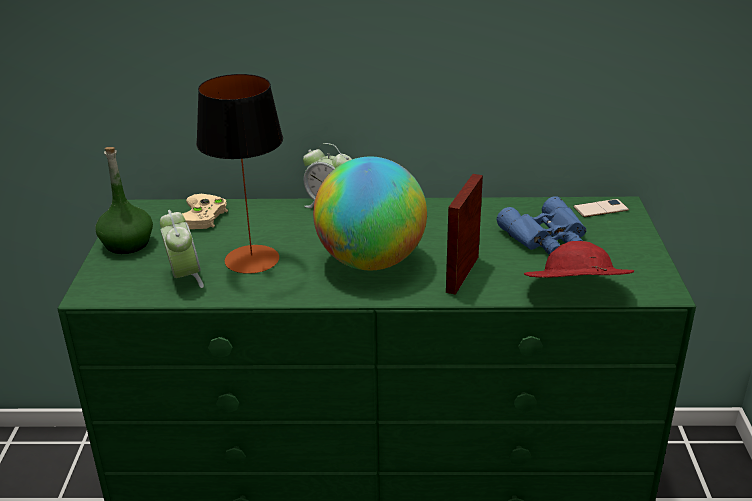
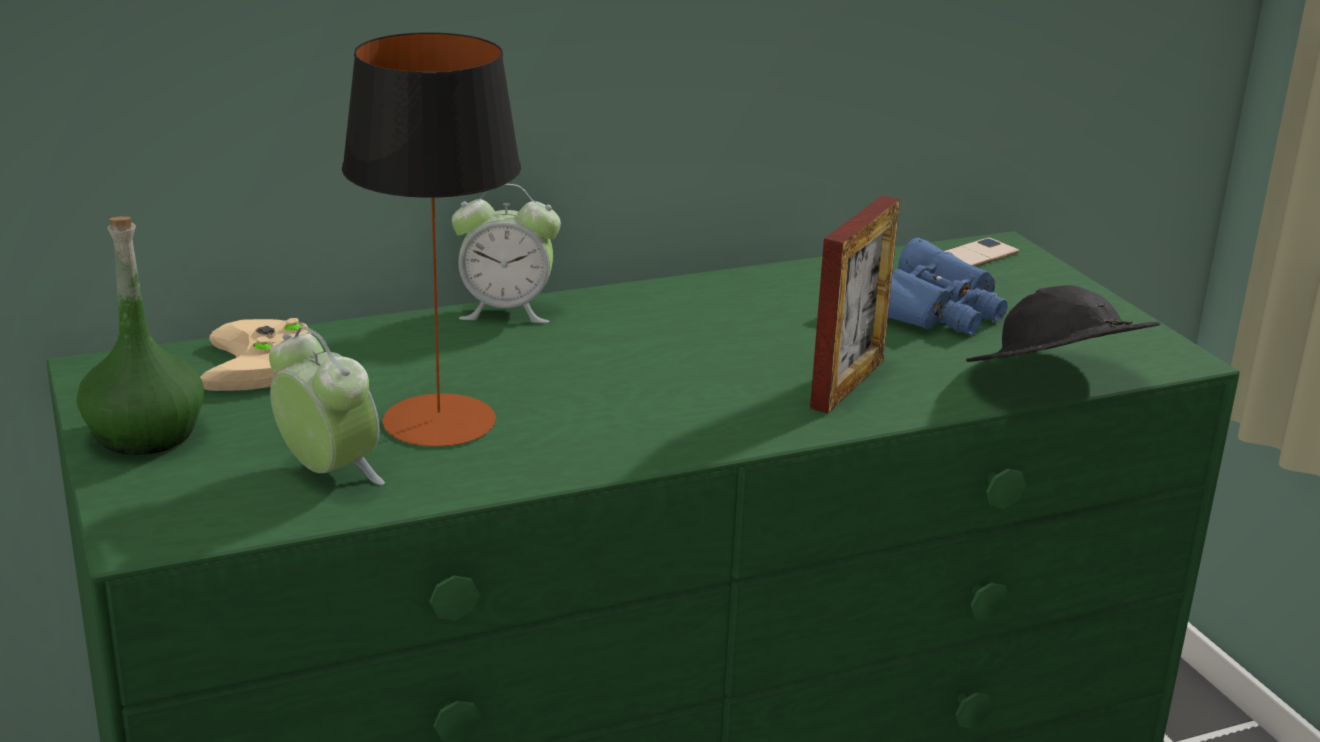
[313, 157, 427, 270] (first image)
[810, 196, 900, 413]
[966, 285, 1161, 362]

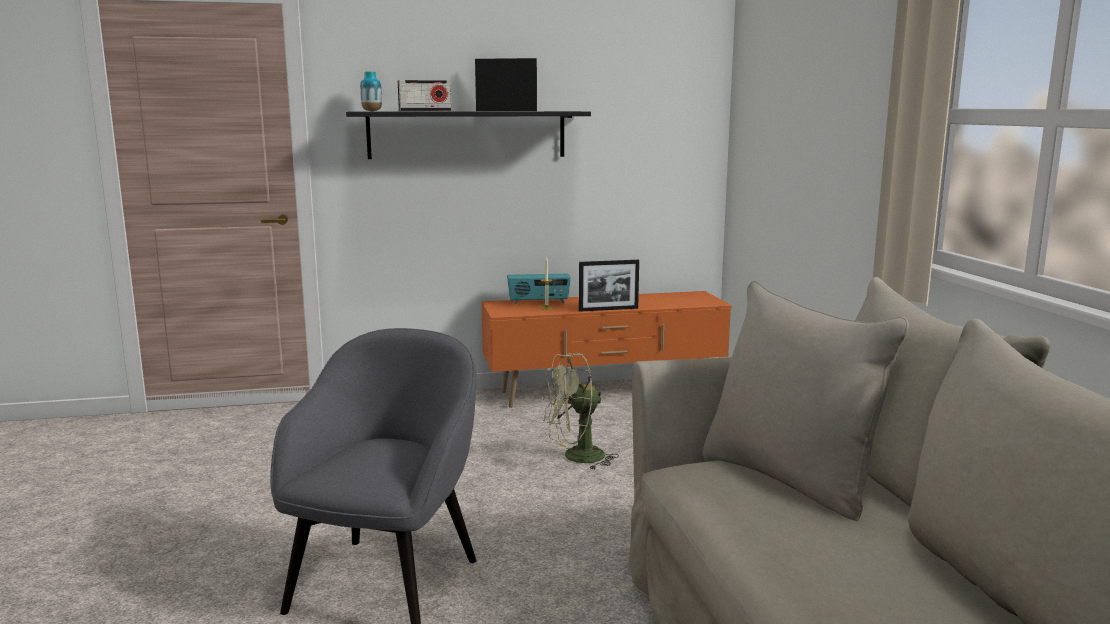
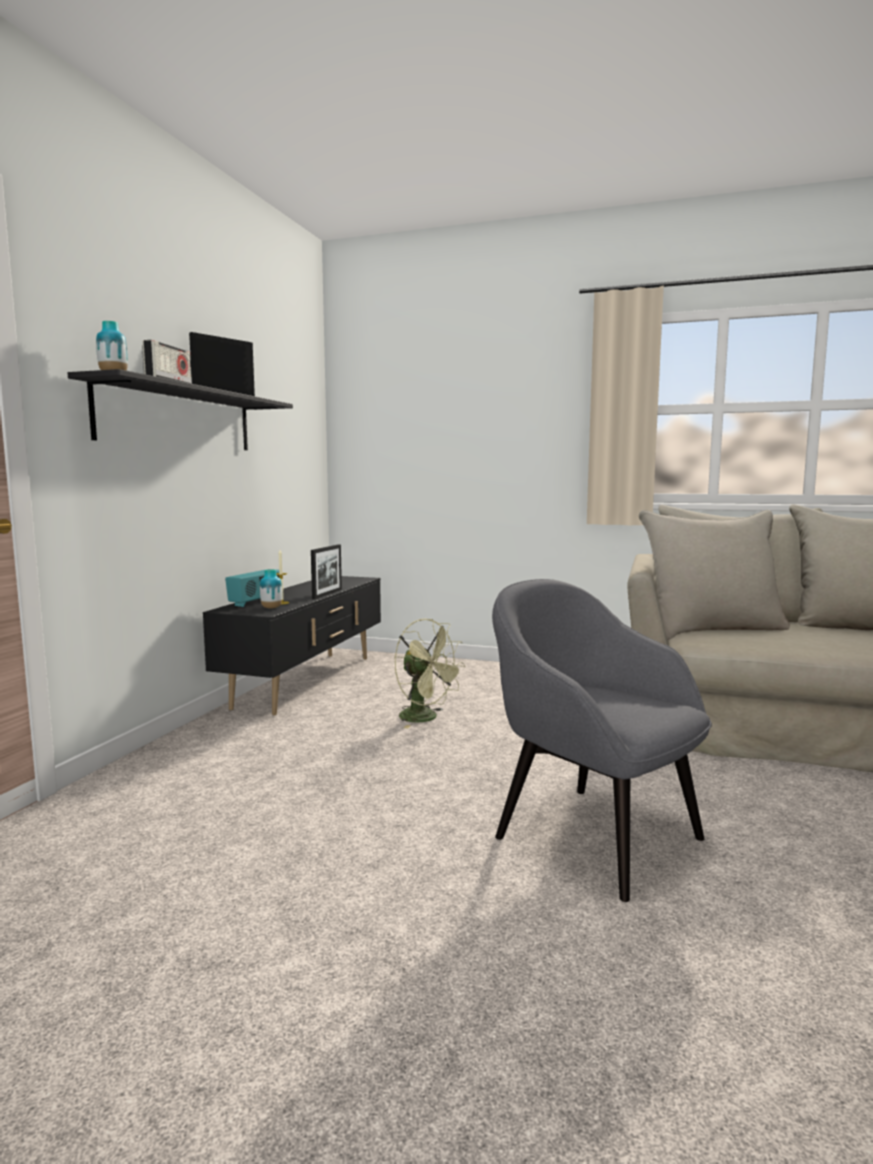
[203, 576, 381, 716]
[395, 619, 465, 728]
[260, 569, 282, 609]

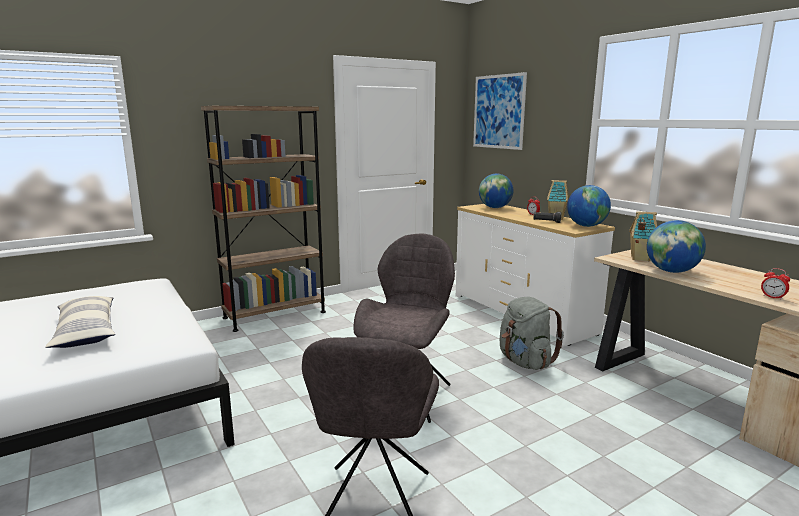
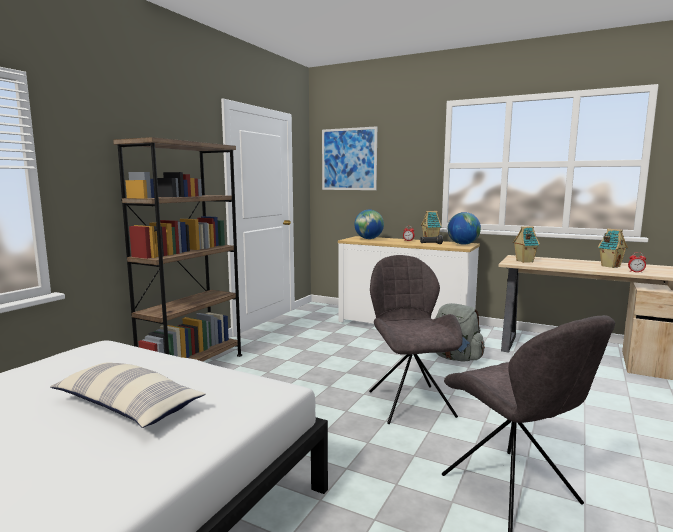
[647, 220, 706, 273] (first image)
[598, 229, 628, 268]

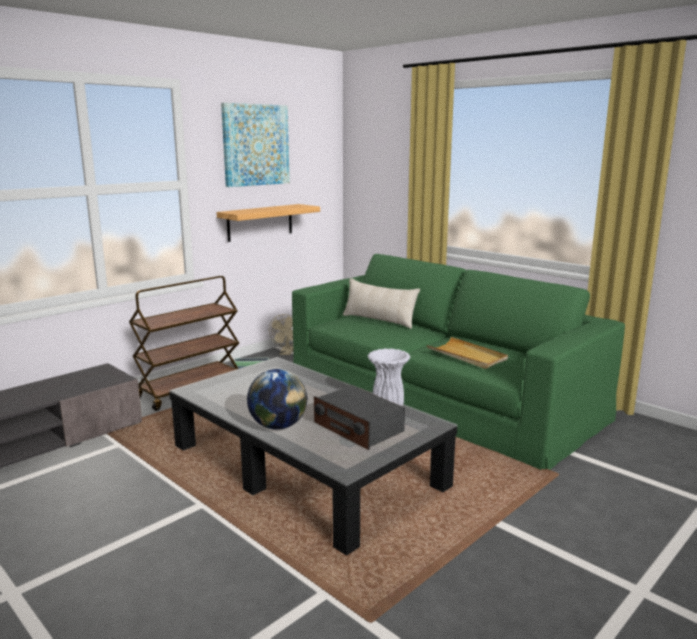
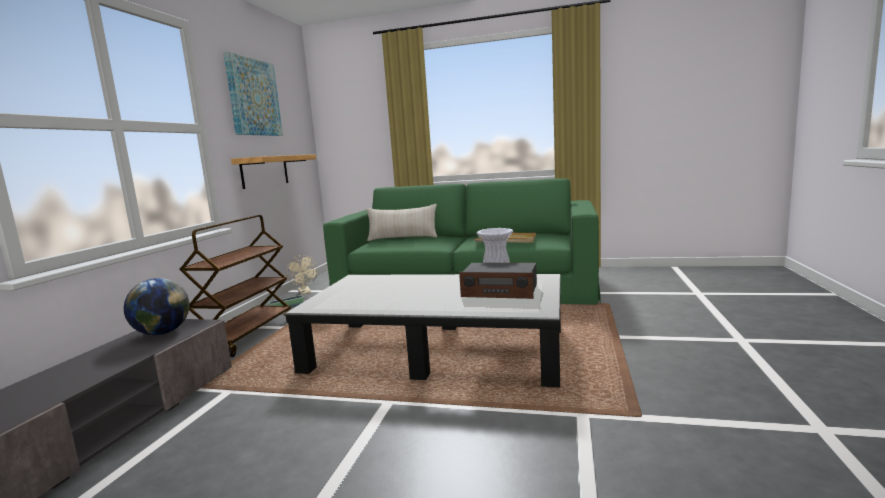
[124, 278, 190, 335]

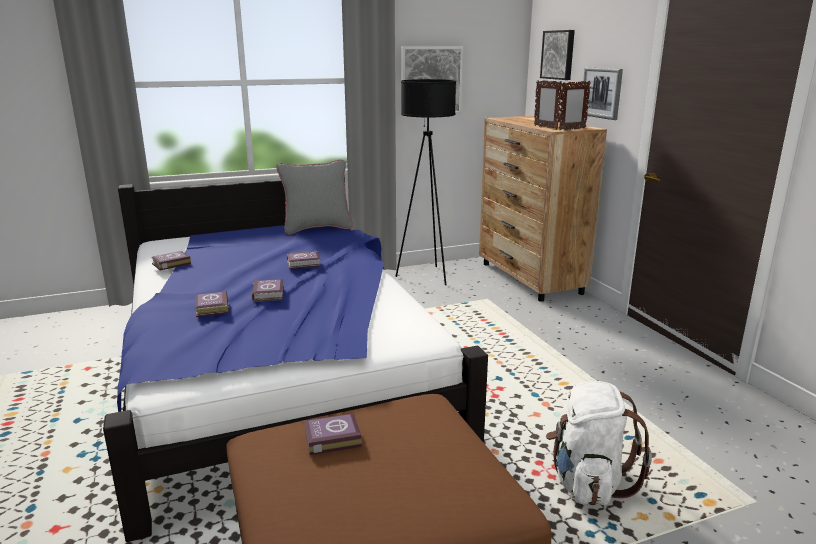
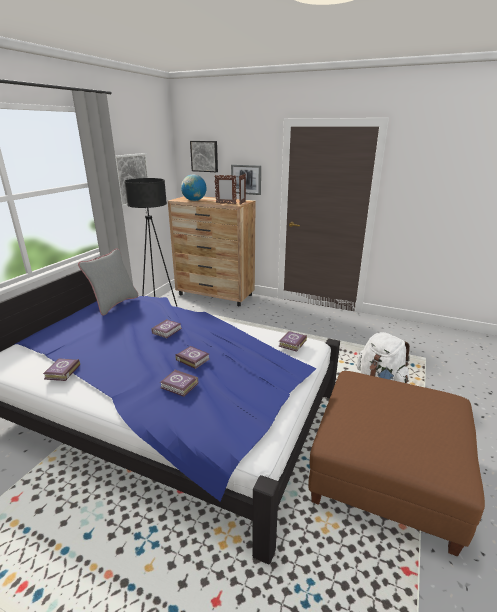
[279, 331, 307, 352]
[181, 174, 207, 201]

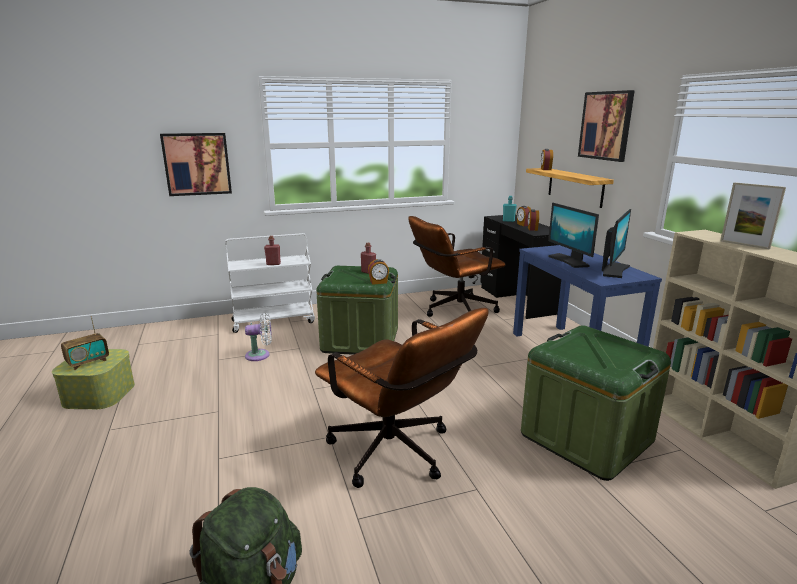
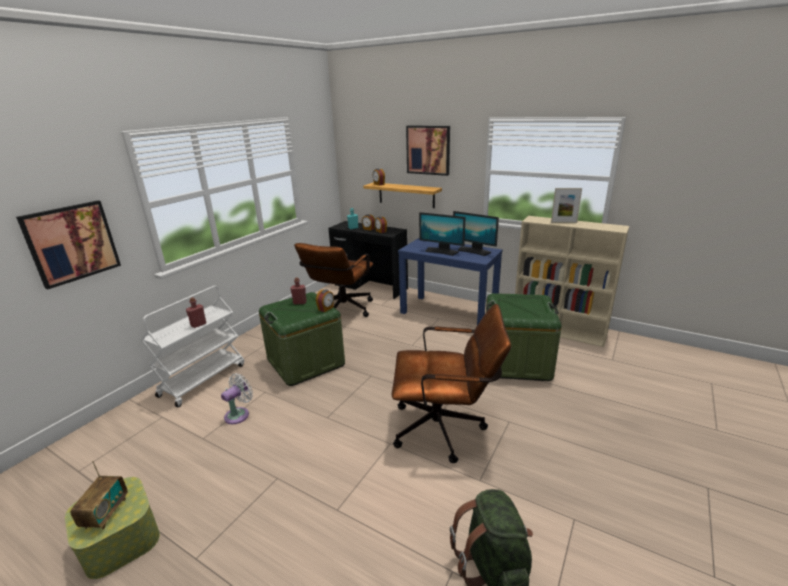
[453, 211, 499, 256]

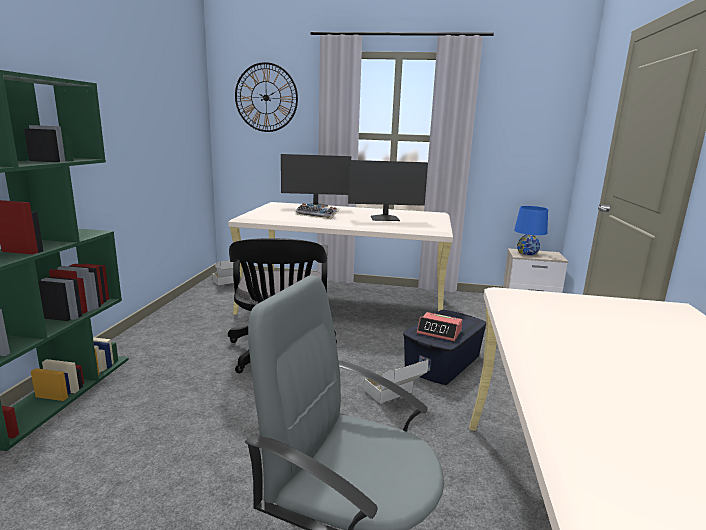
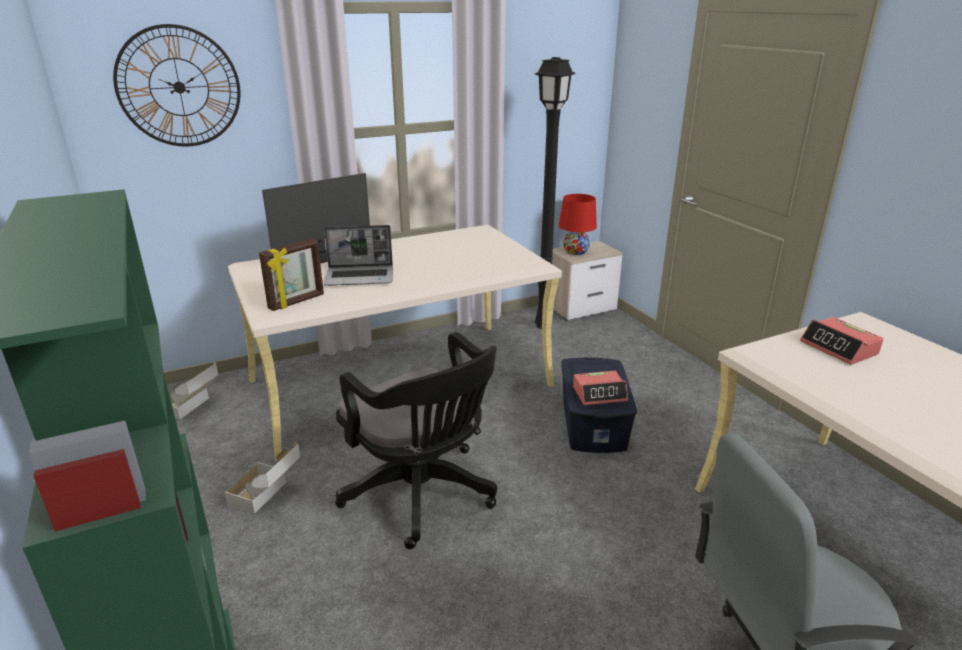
[324, 225, 393, 286]
[348, 160, 428, 221] (first image)
[225, 442, 300, 514]
[559, 194, 597, 255]
[259, 239, 324, 311]
[535, 57, 576, 329]
[800, 317, 883, 365]

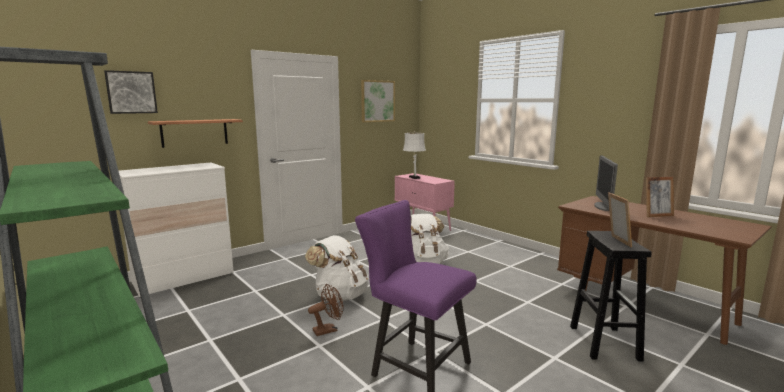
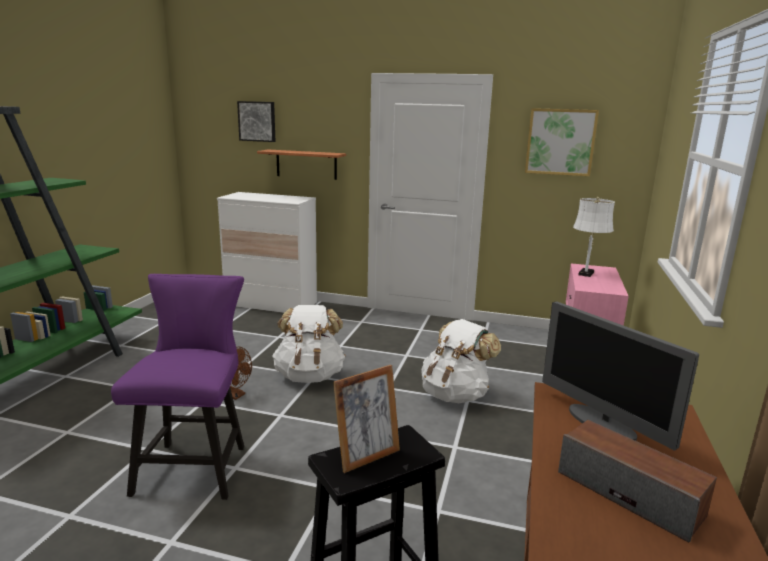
[542, 301, 699, 450]
[558, 420, 717, 542]

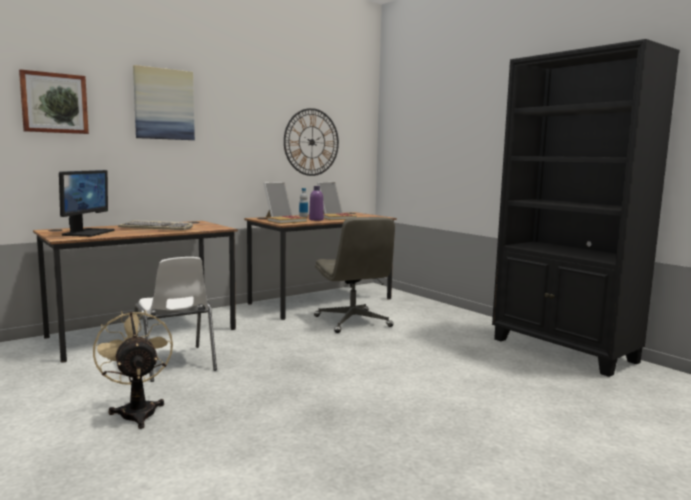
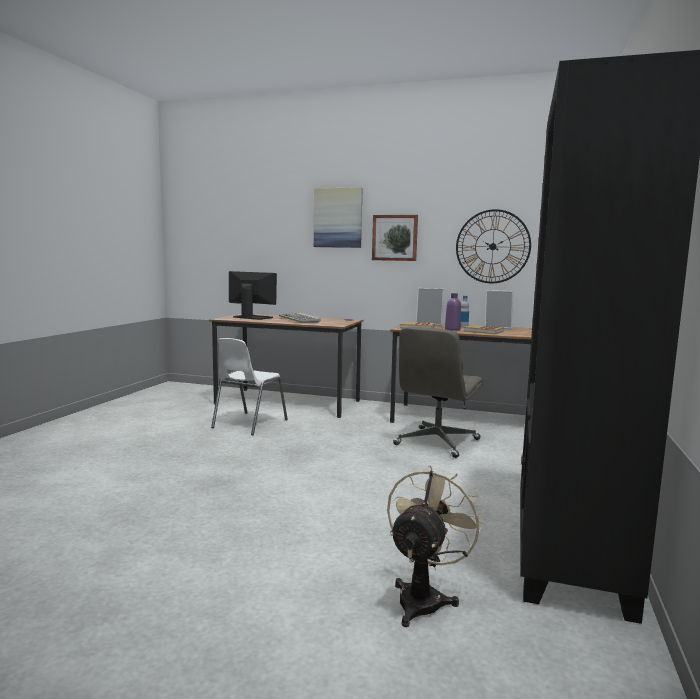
[372, 215, 418, 261]
[229, 271, 277, 320]
[387, 465, 484, 627]

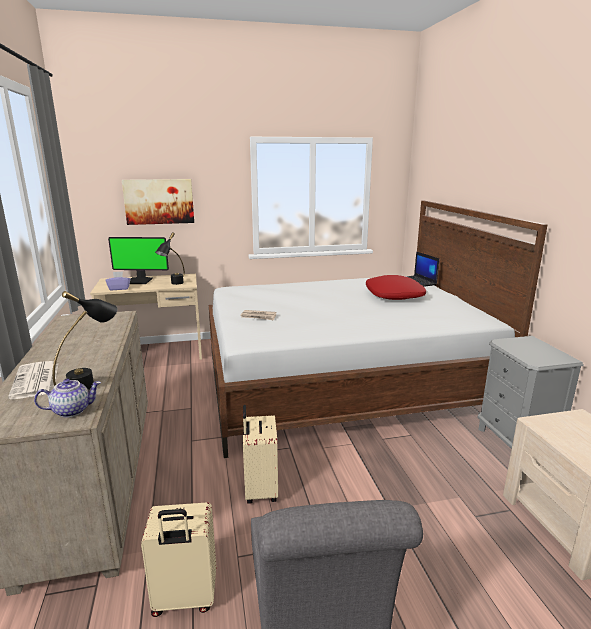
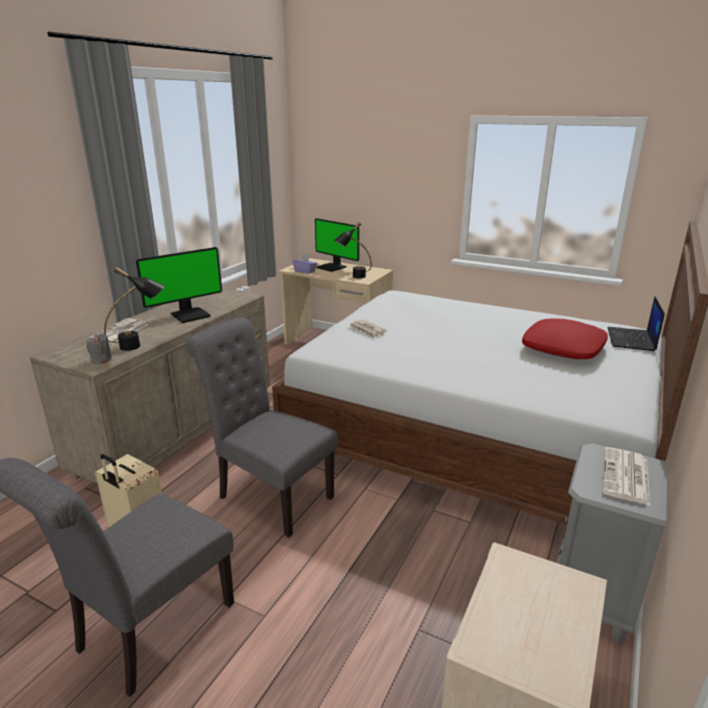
[87, 334, 112, 364]
[122, 179, 194, 225] (first image)
[185, 317, 338, 537]
[136, 247, 222, 323]
[602, 447, 651, 506]

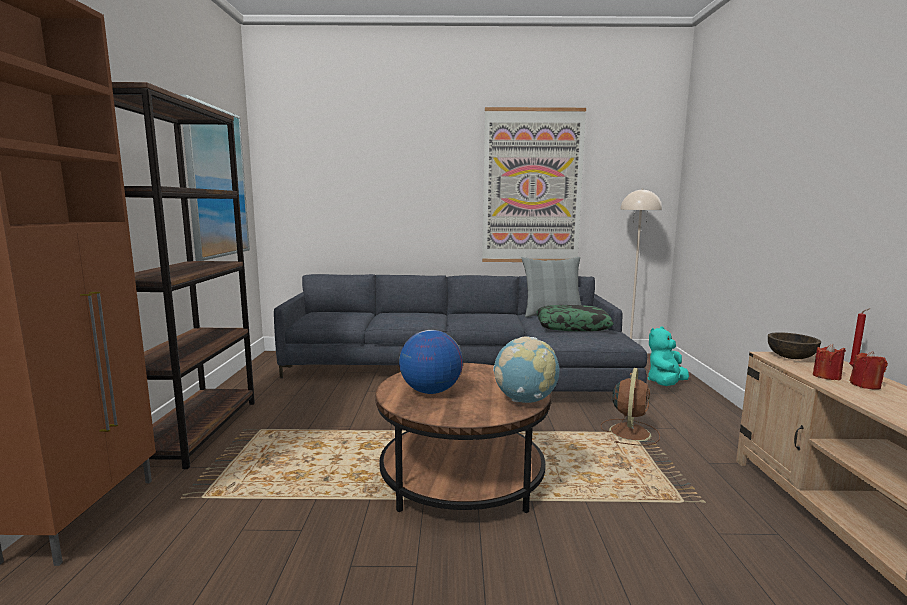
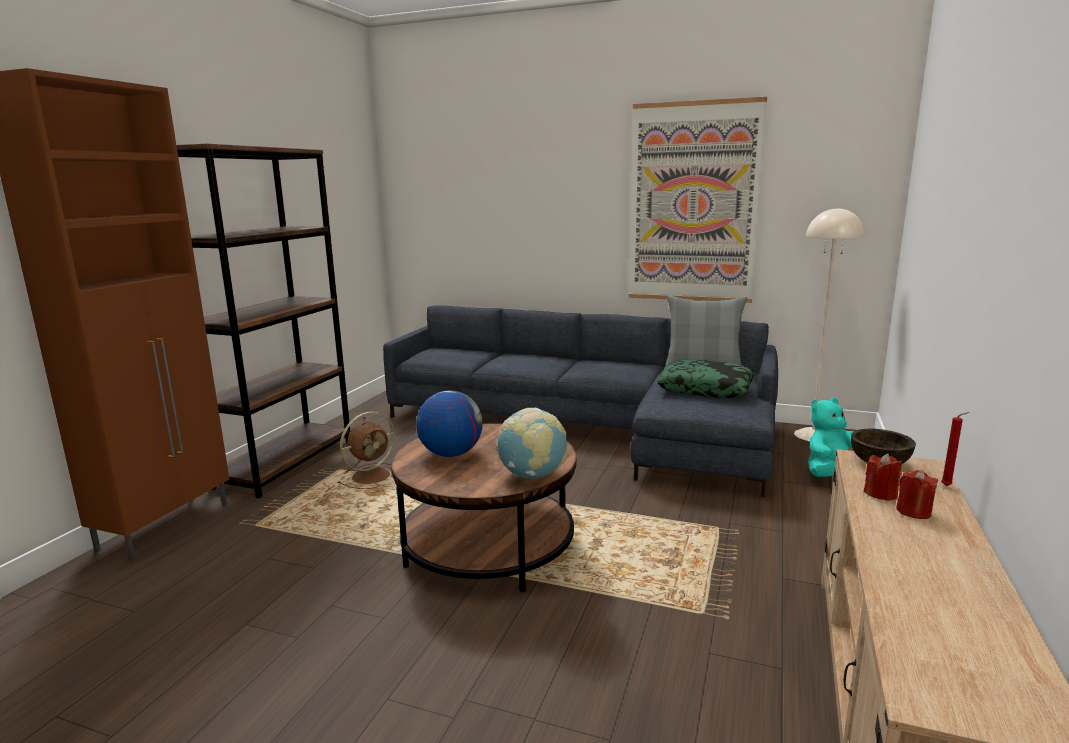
[180, 94, 250, 261] (first image)
[338, 411, 395, 489]

